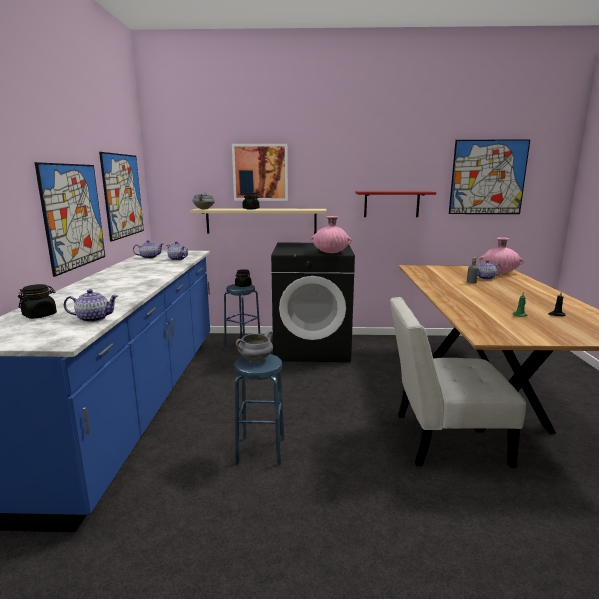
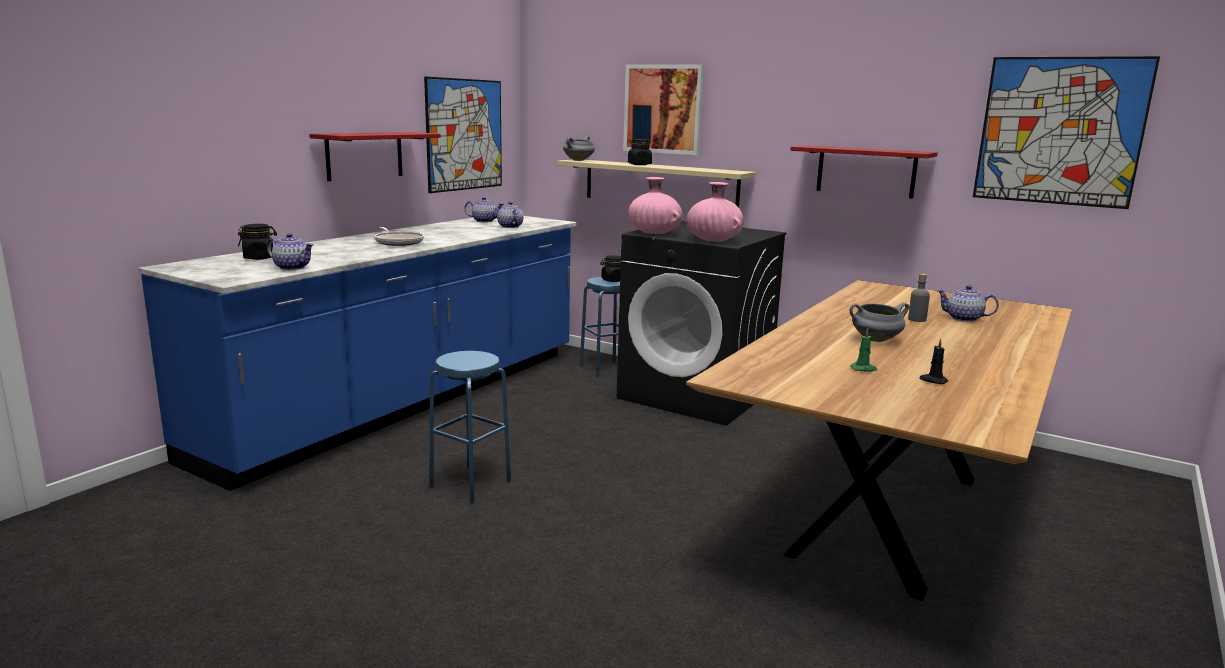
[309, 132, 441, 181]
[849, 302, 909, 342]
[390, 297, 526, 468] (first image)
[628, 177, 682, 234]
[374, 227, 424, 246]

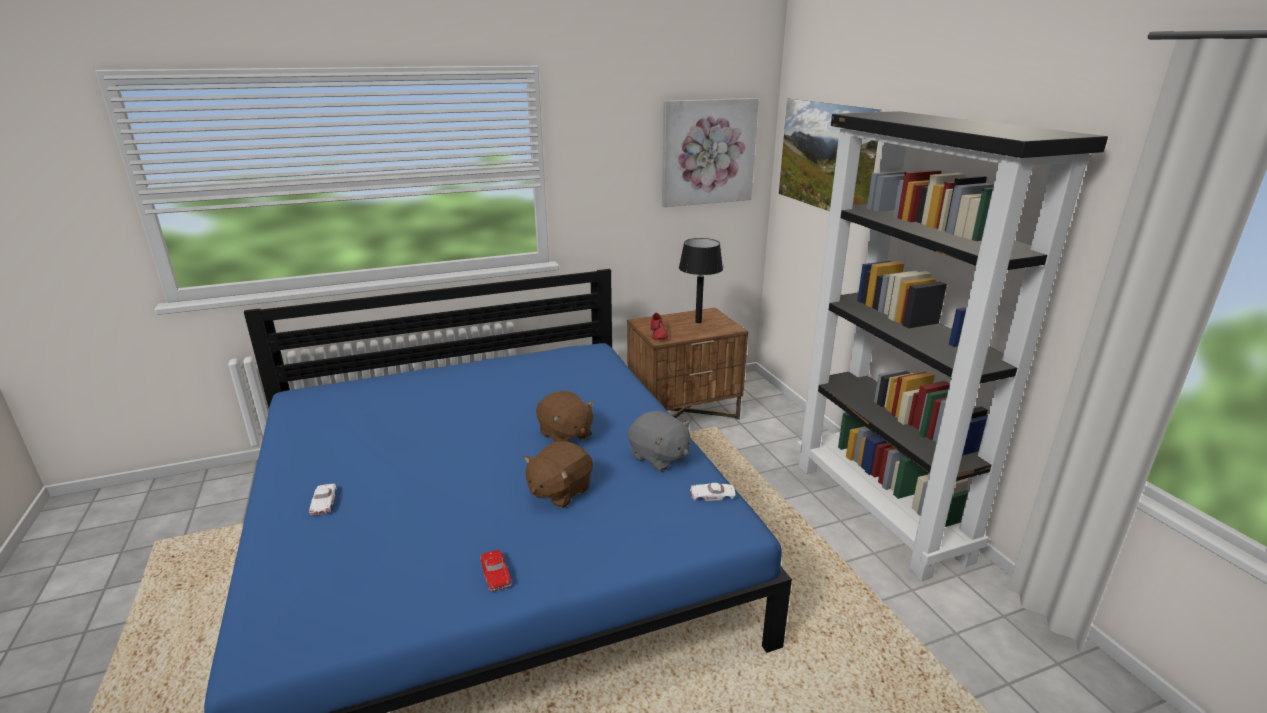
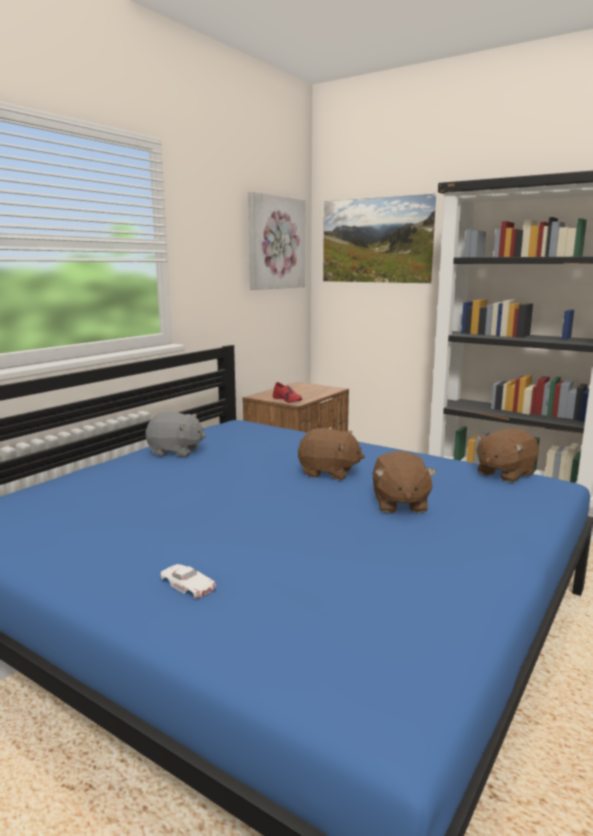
[481, 550, 511, 591] (first image)
[145, 412, 206, 457]
[679, 238, 723, 323] (first image)
[476, 428, 539, 482]

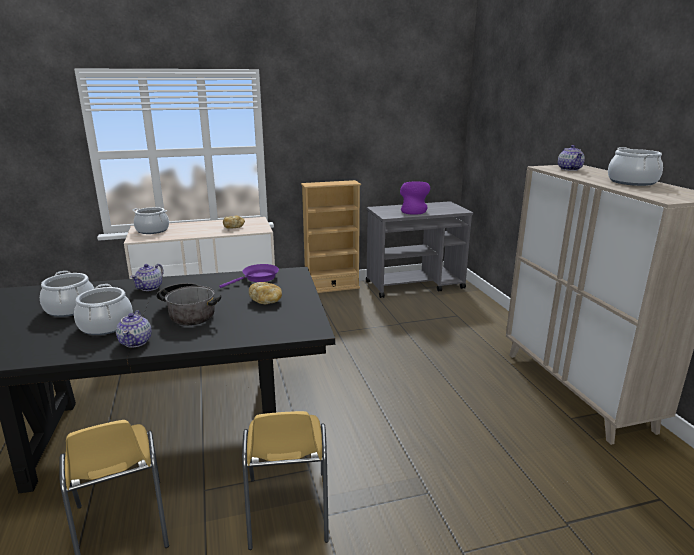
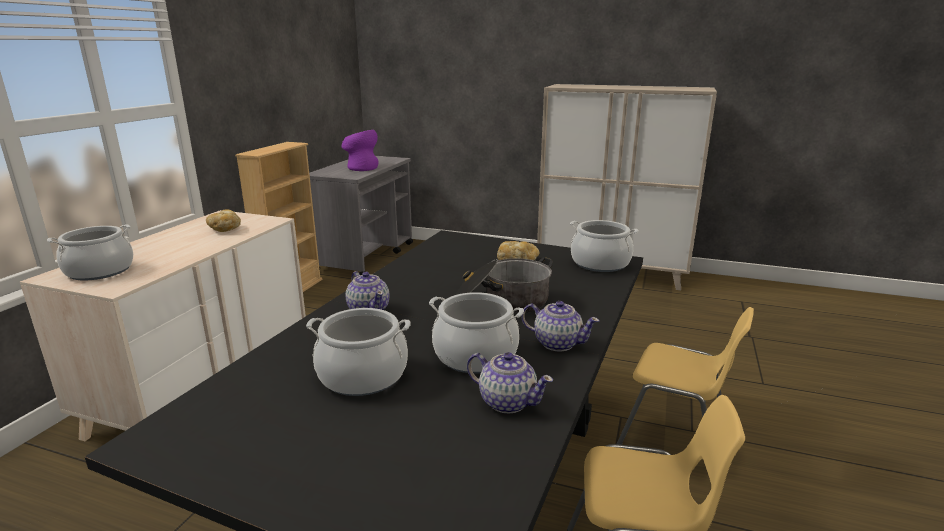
[219, 264, 279, 288] (first image)
[467, 352, 553, 413]
[570, 220, 638, 272]

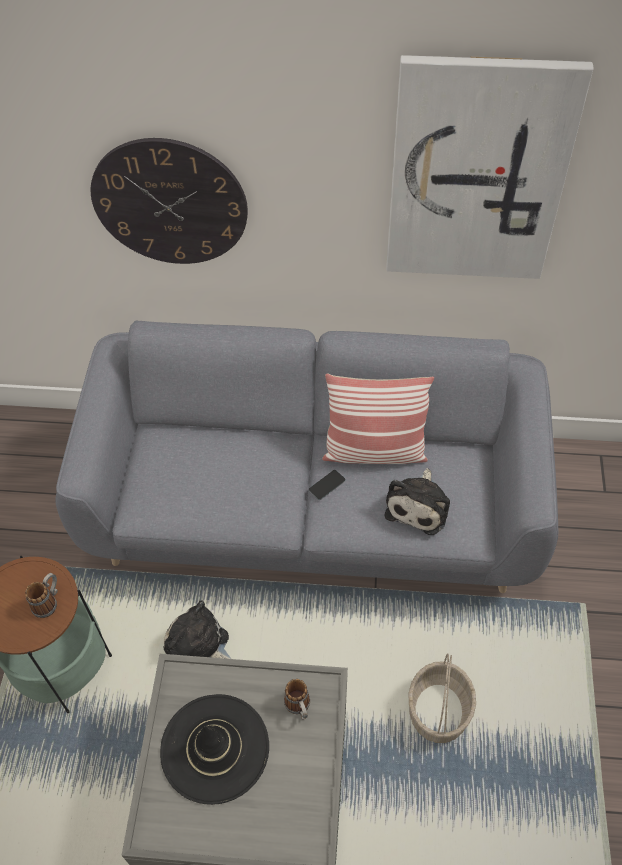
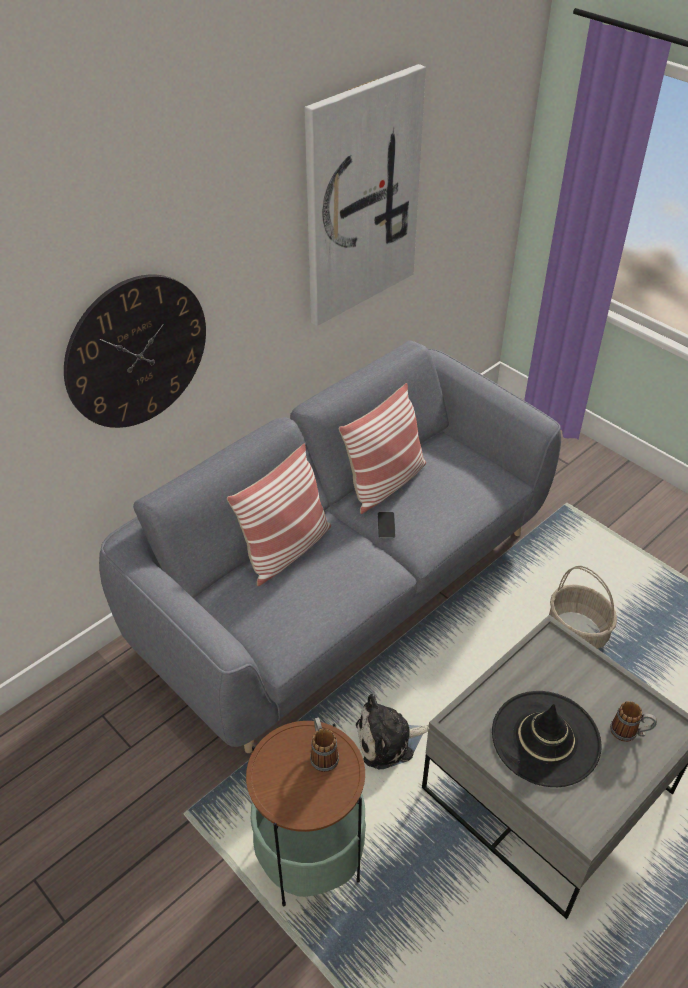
[610, 701, 657, 742]
[385, 468, 450, 535] (first image)
[227, 443, 331, 586]

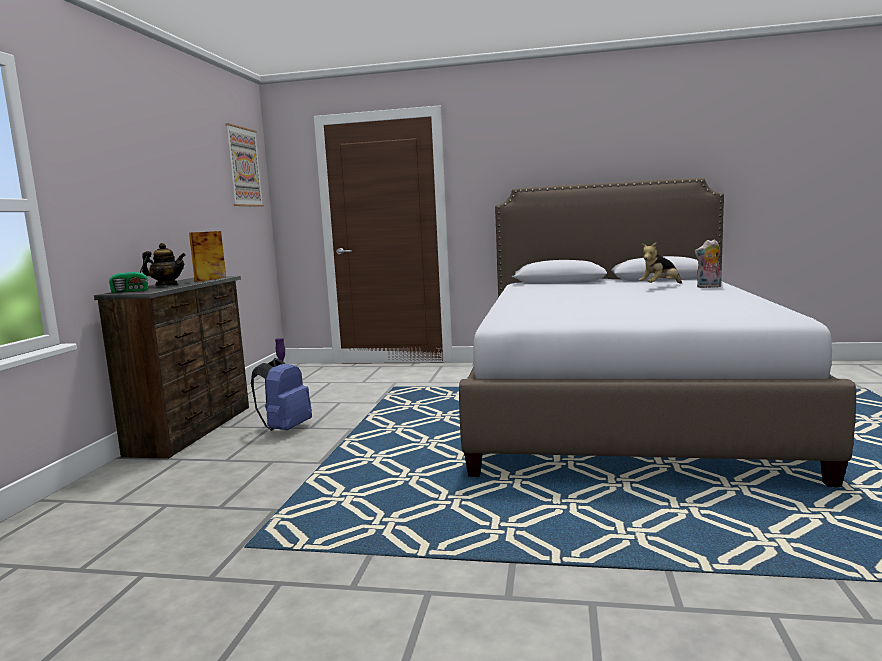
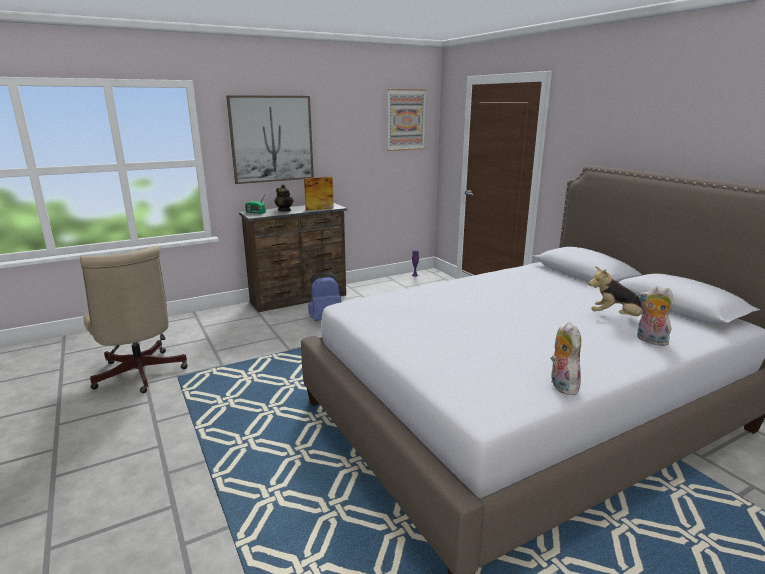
[80, 246, 188, 393]
[226, 95, 314, 184]
[551, 322, 581, 396]

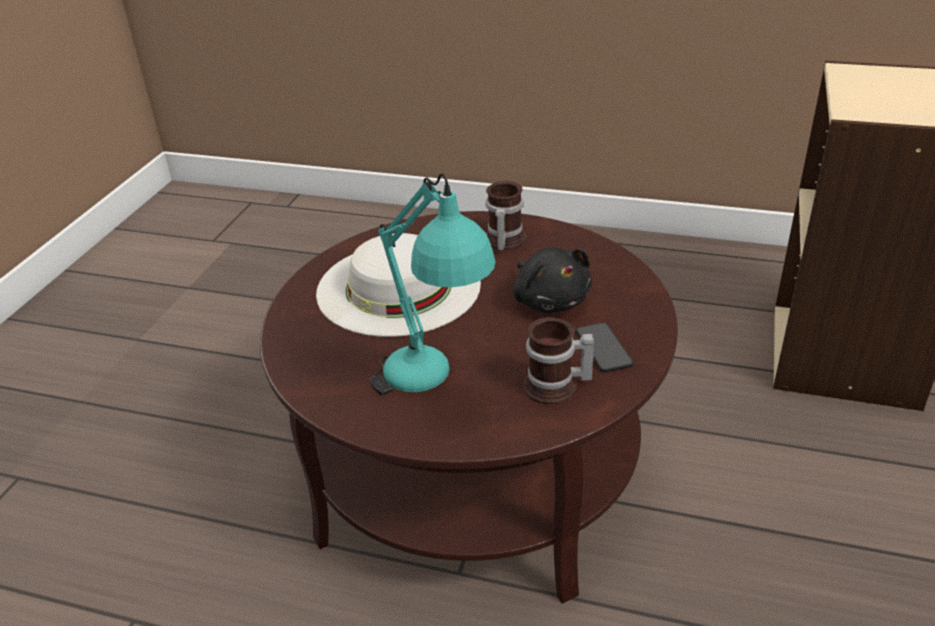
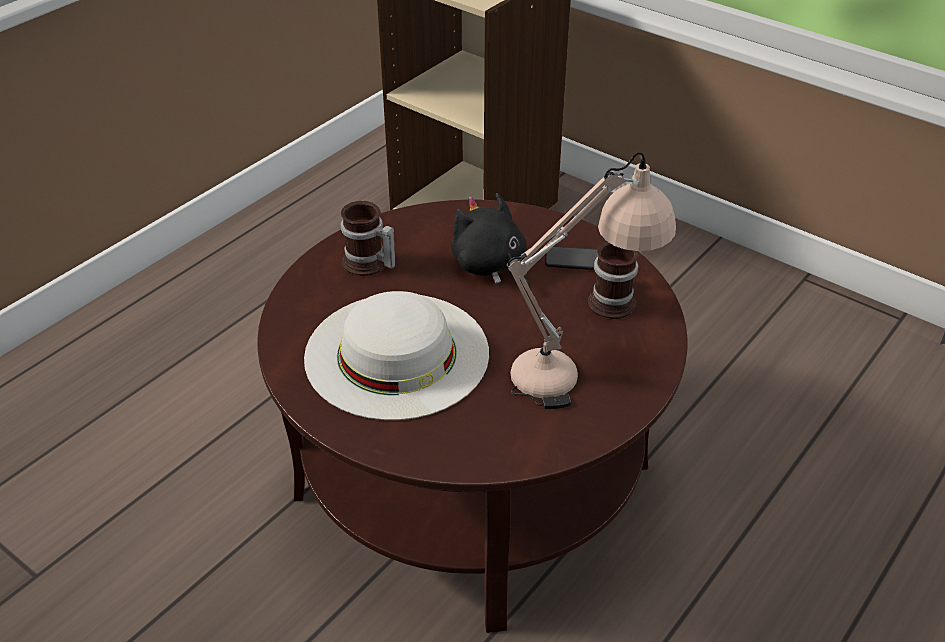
[507, 152, 676, 409]
[451, 193, 530, 288]

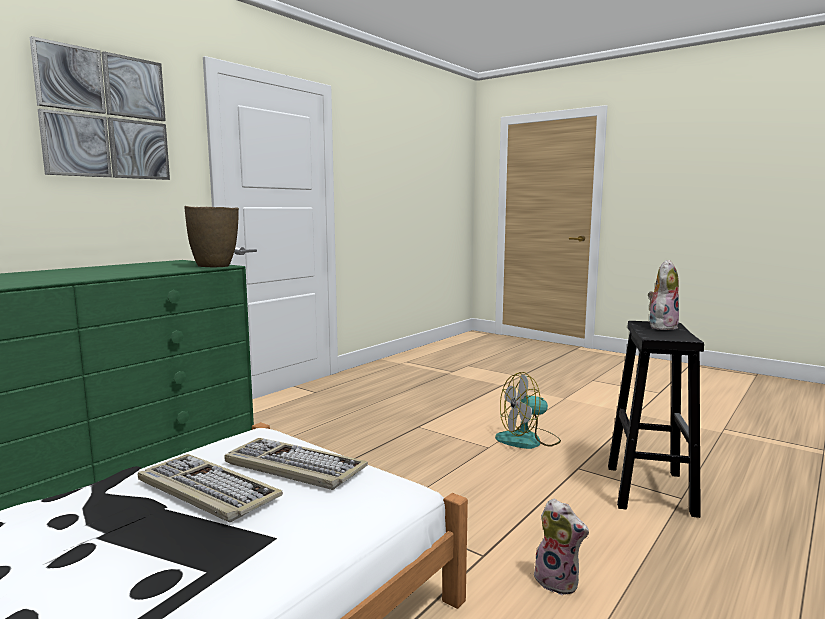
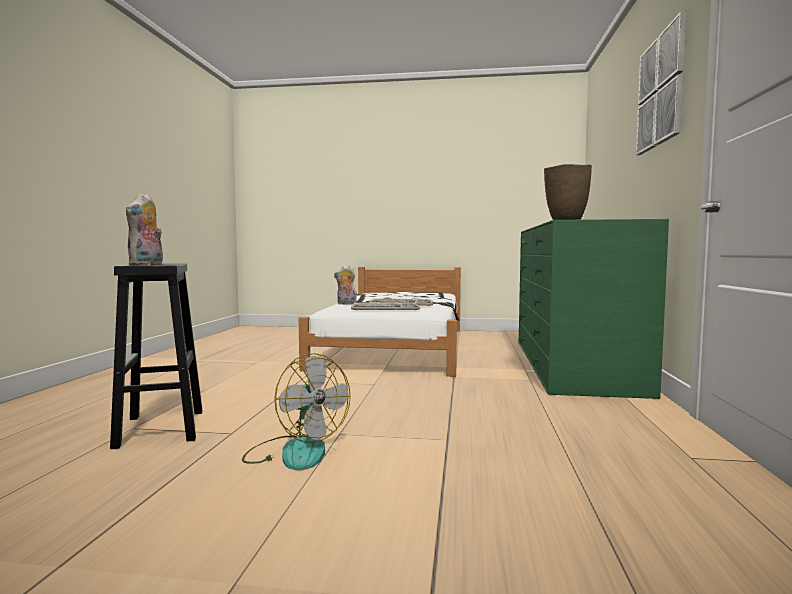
[242, 353, 351, 470]
[334, 265, 357, 305]

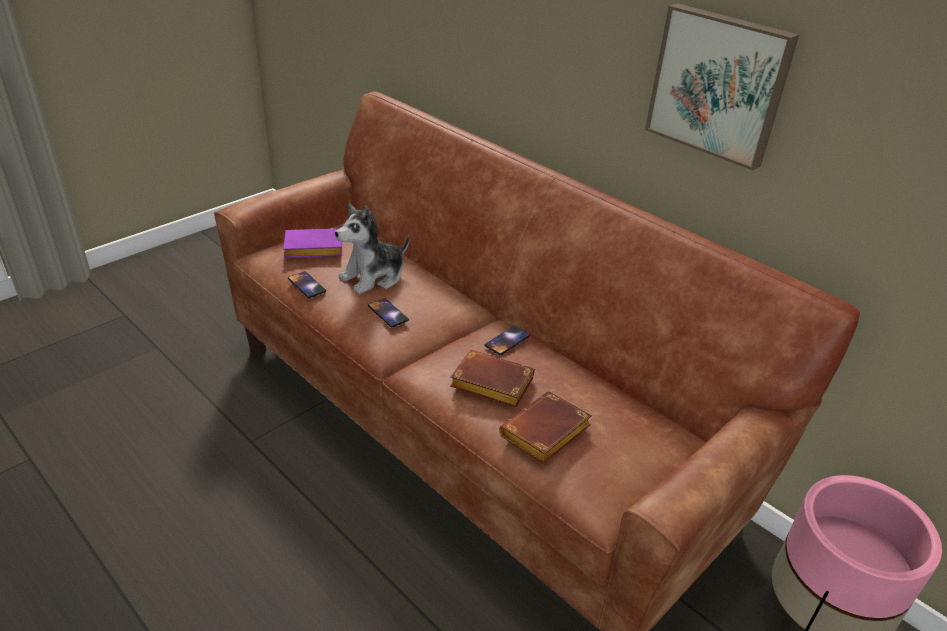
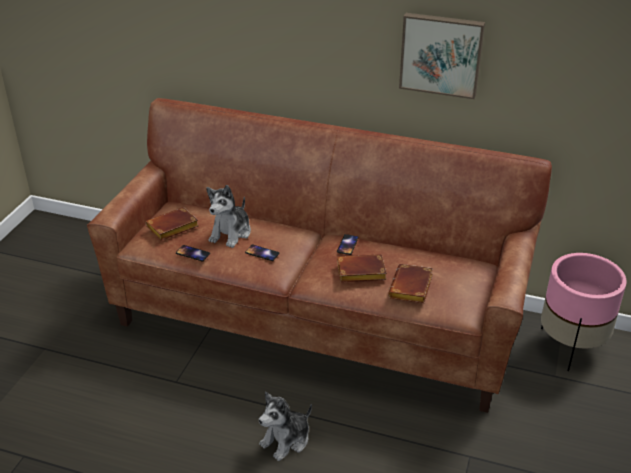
[145, 207, 199, 241]
[259, 392, 312, 461]

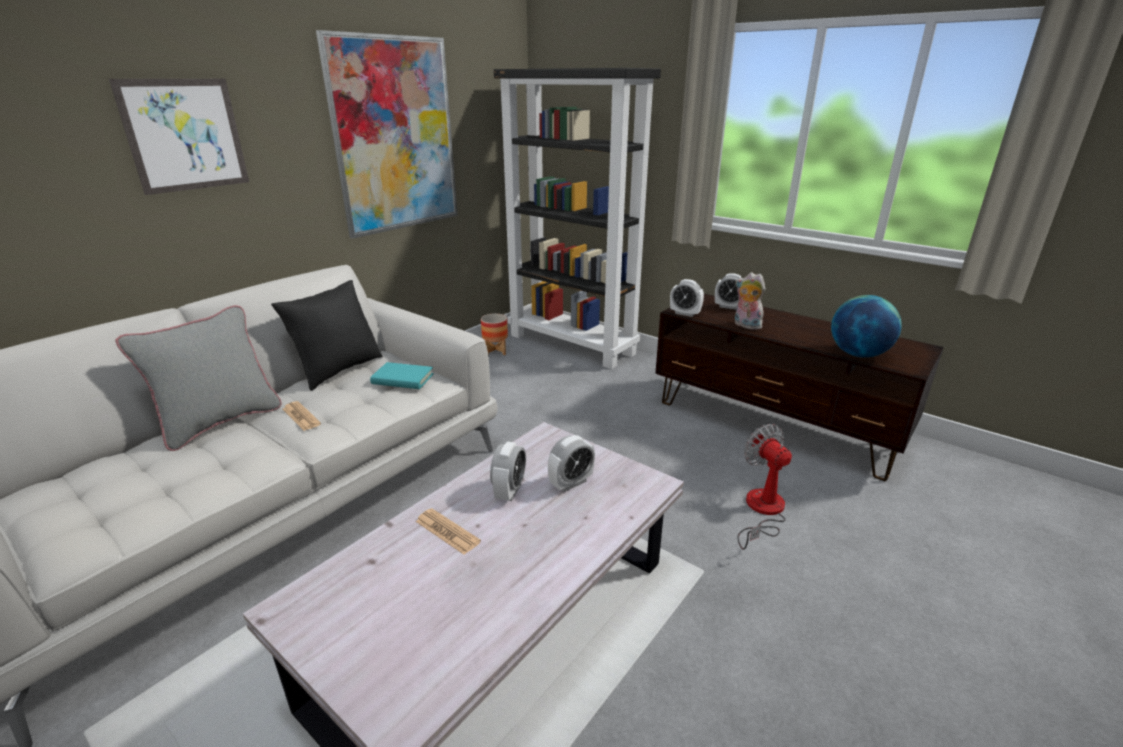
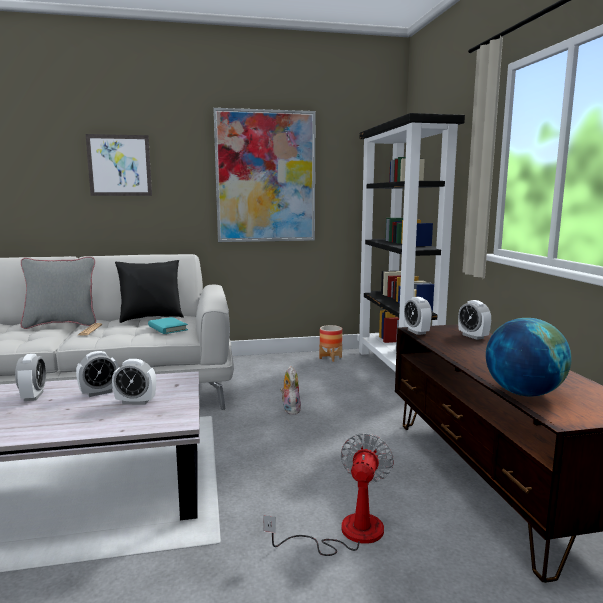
[15, 354, 46, 401]
[280, 365, 301, 415]

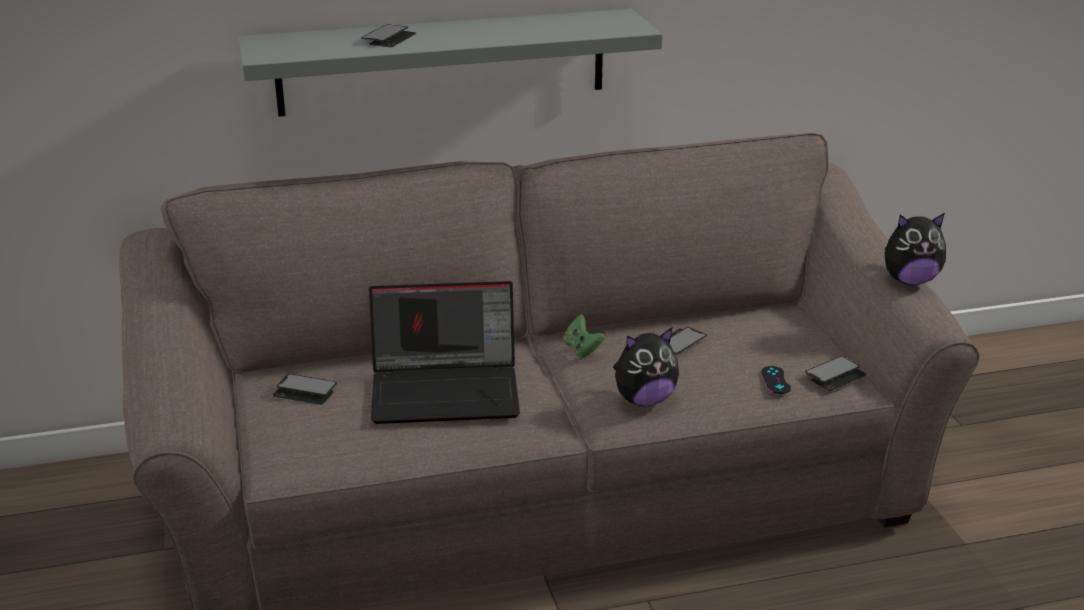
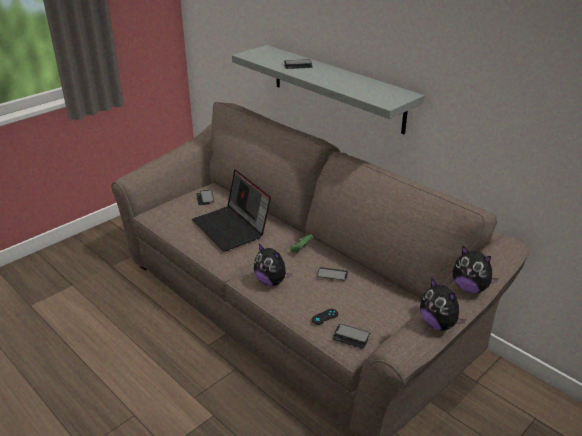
[453, 246, 498, 293]

